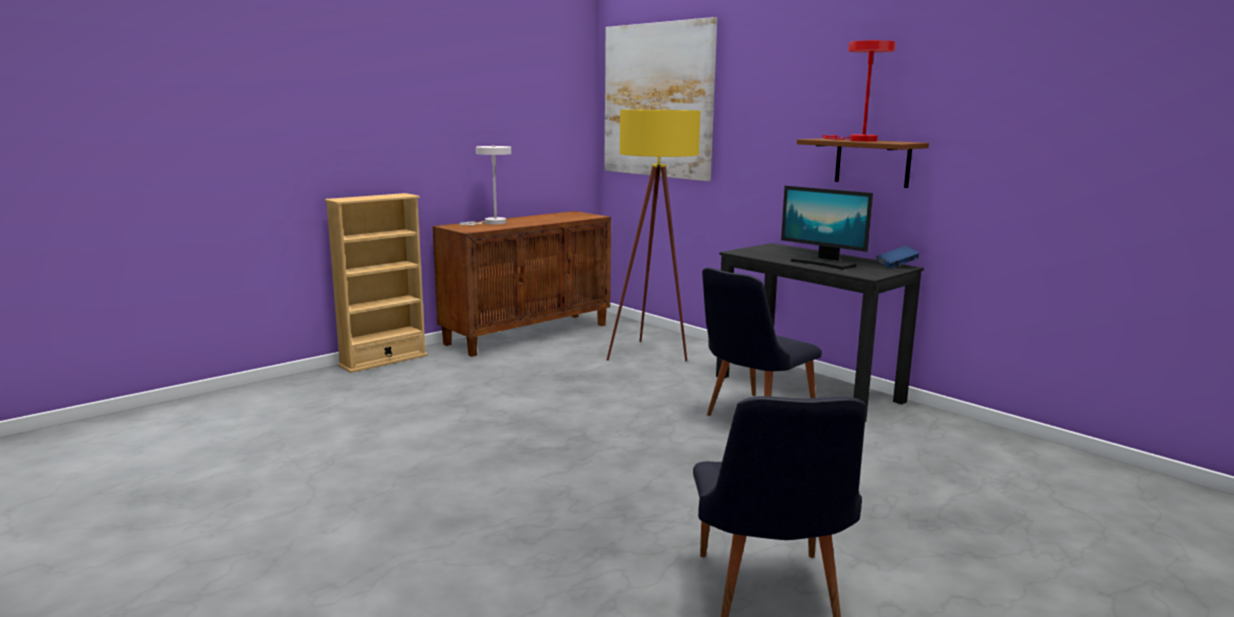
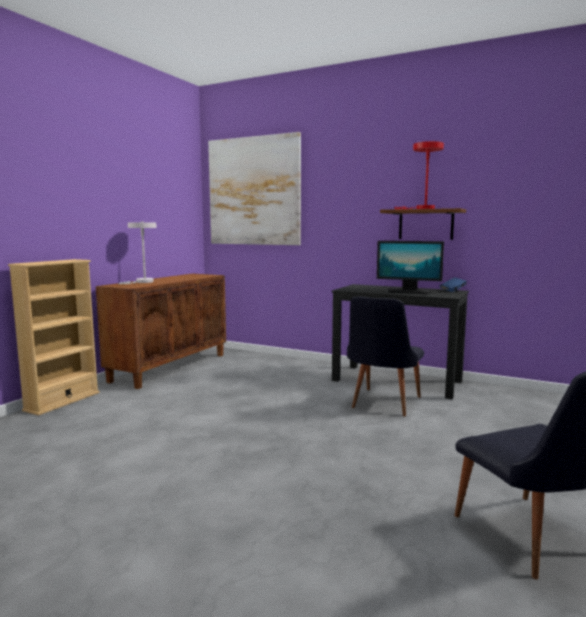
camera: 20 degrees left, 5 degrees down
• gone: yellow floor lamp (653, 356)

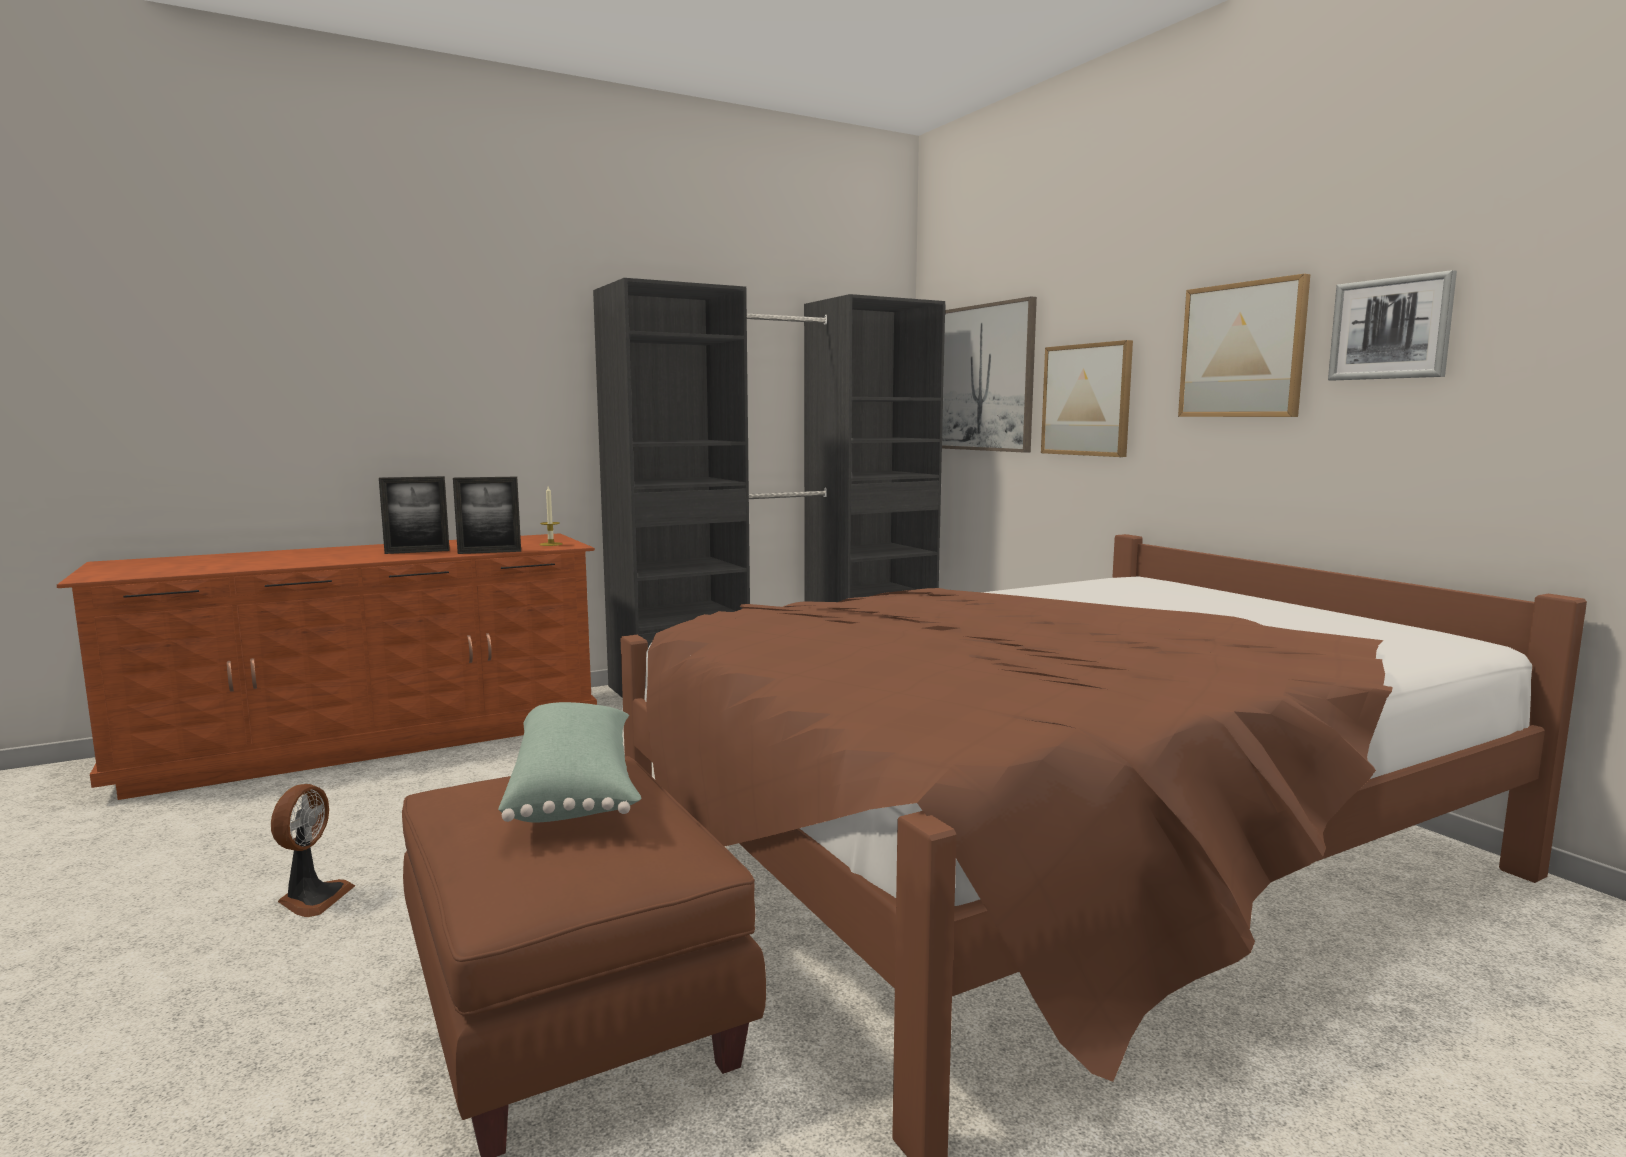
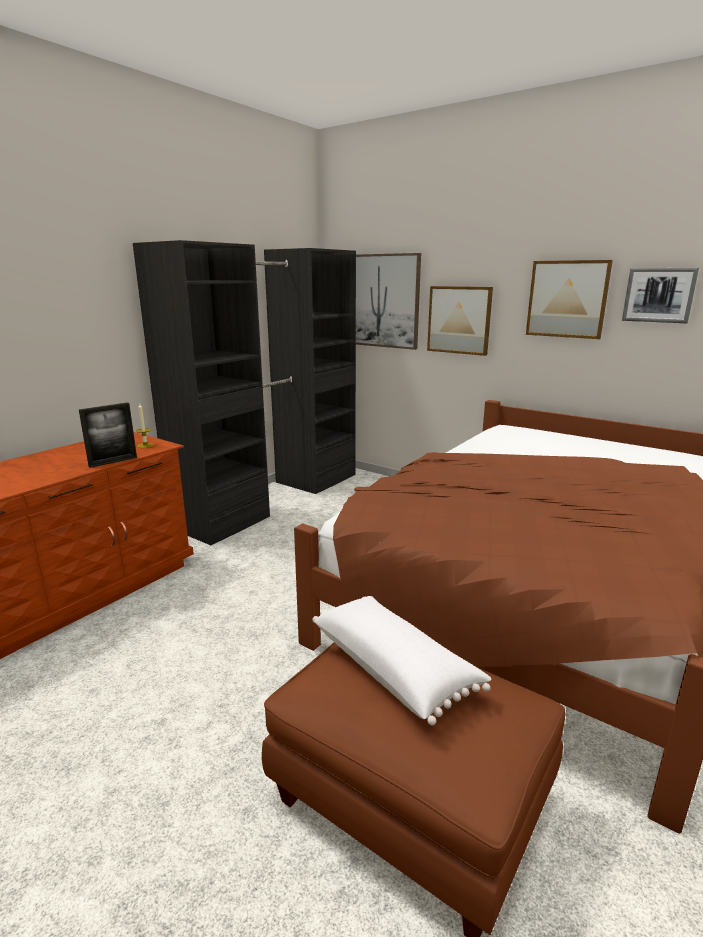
camera: 25 degrees left, 10 degrees up
• gone: fan (312, 898)
• gone: picture frame (417, 552)
• repainted: green pillow (576, 790) to white pillow (394, 668)

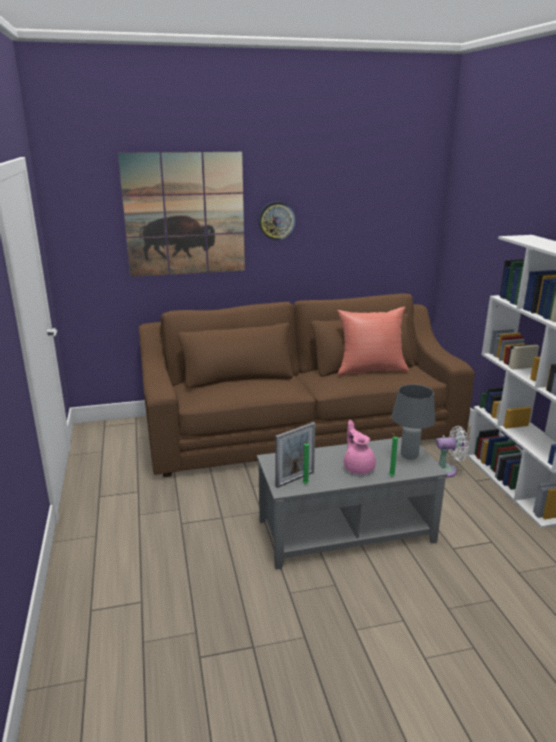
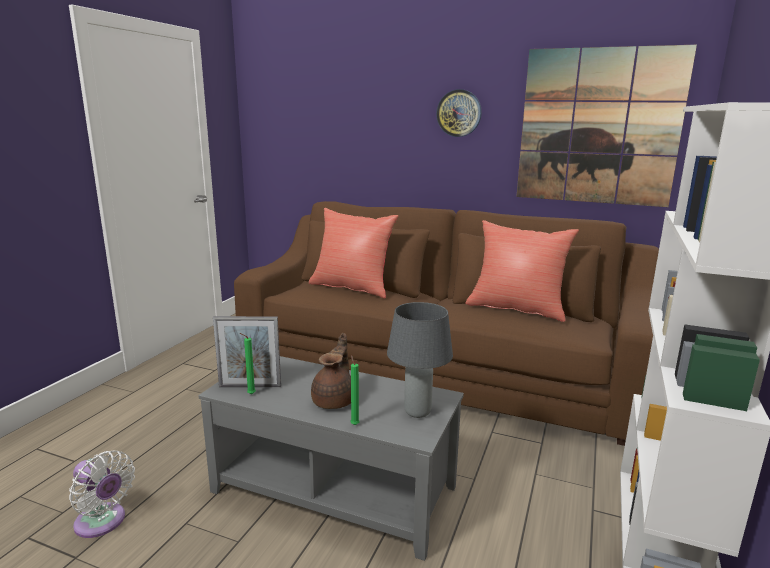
camera: 35 degrees right, 5 degrees down
• shifted: picture (185, 214) to (598, 127)
• repainted: pink teapot (358, 467) to brown teapot (335, 400)
• shifted: white fan (446, 470) to (103, 523)
• new: red pillow (352, 287)

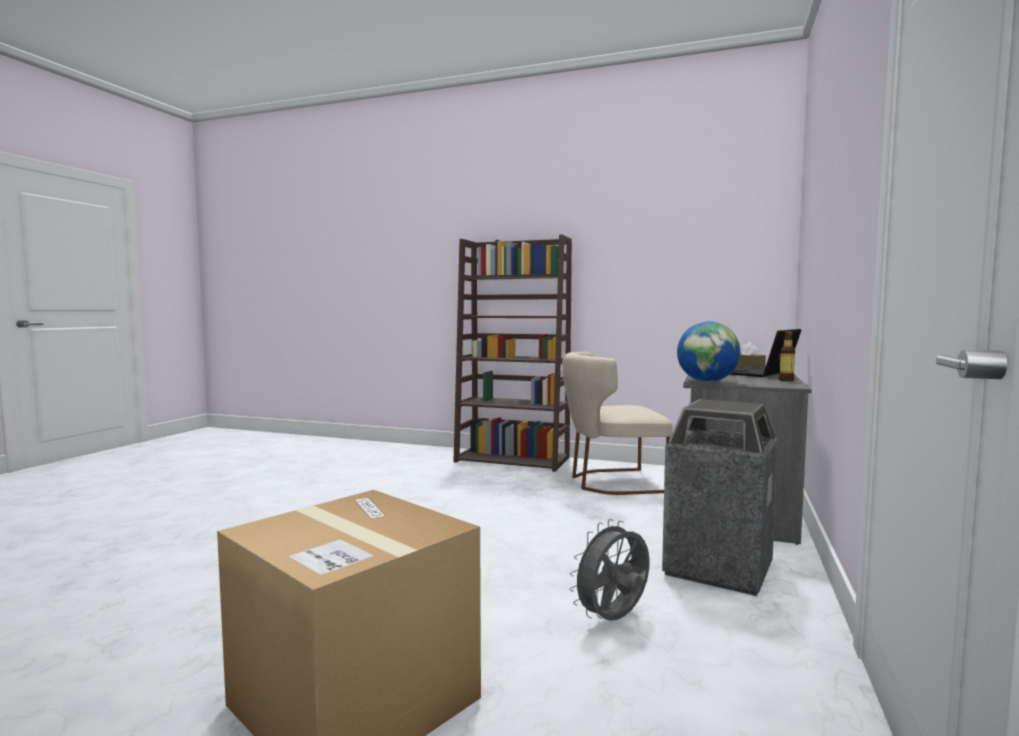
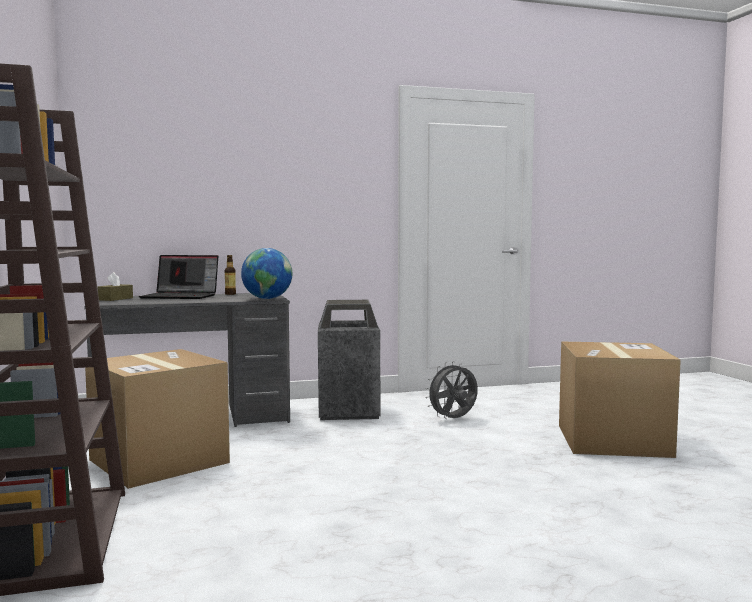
camera: 125 degrees left, 0 degrees up
• swapped: beige chair (610, 482) to cardboard box (159, 461)
• rotated: grey fan (613, 620) = (453, 420) 135 degrees clockwise

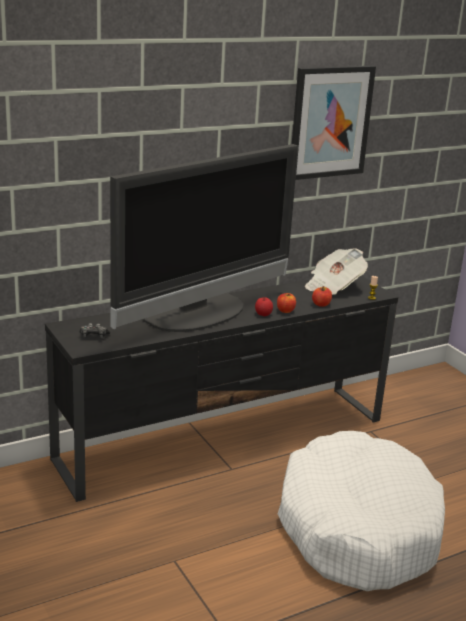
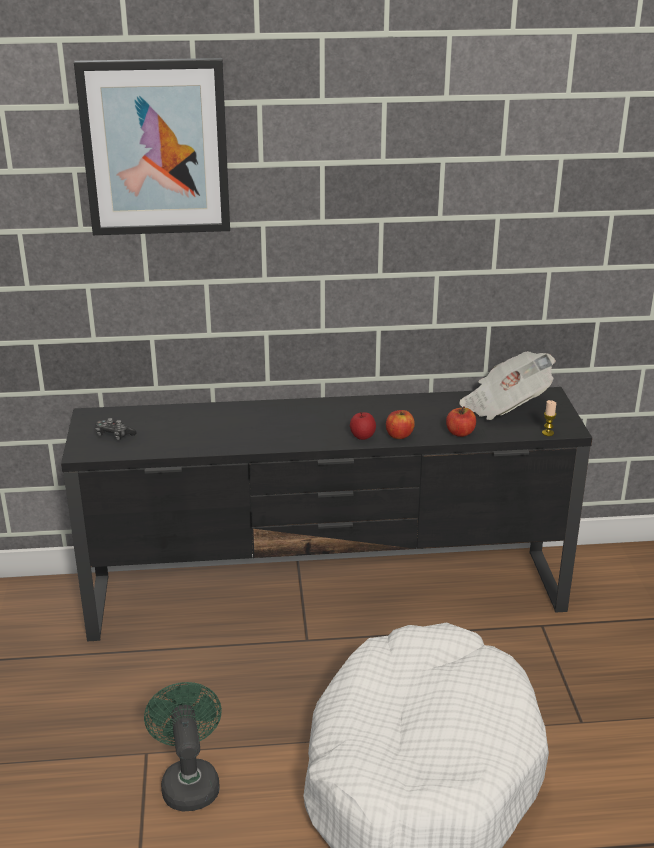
camera: 25 degrees right, 5 degrees up
• gone: television (200, 315)
• shifted: picture (330, 122) to (155, 148)
• new: green fan (189, 781)

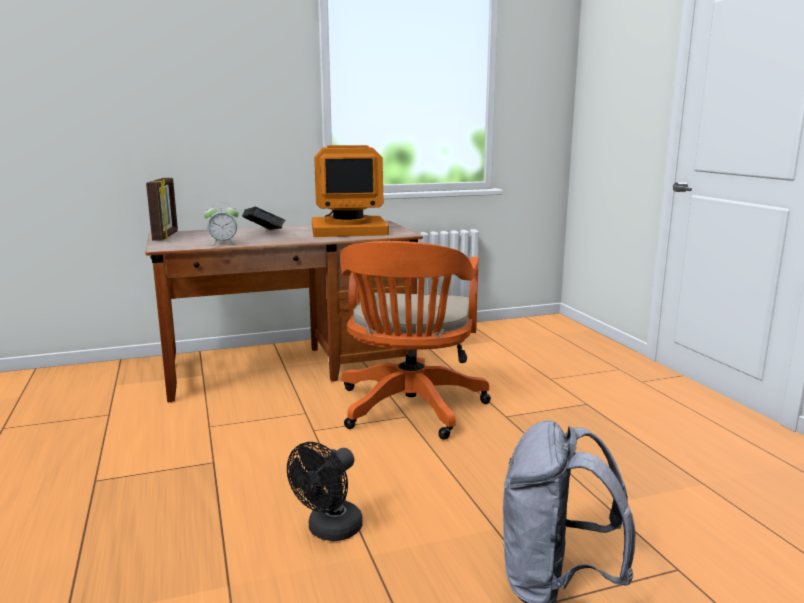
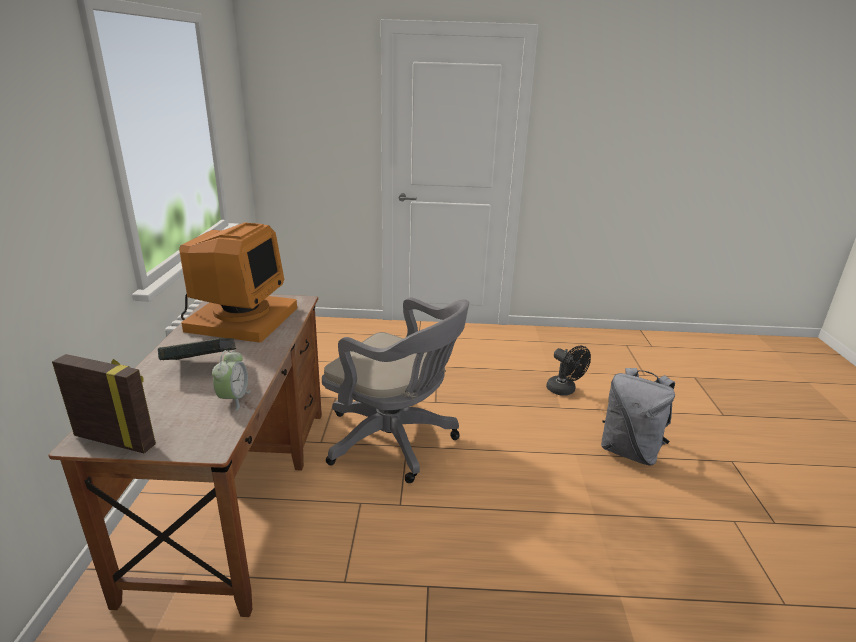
camera: 70 degrees left, 10 degrees up
• shifted: black fan (329, 531) to (564, 391)
• repainted: orange office chair (409, 410) to grey office chair (396, 441)

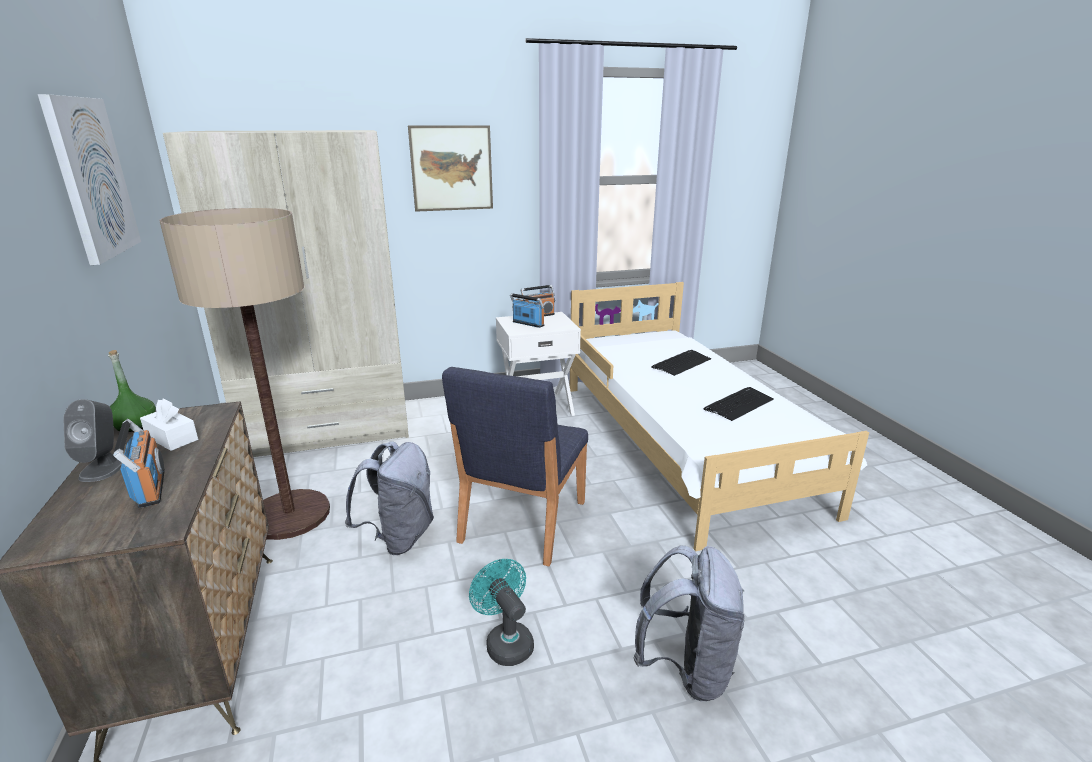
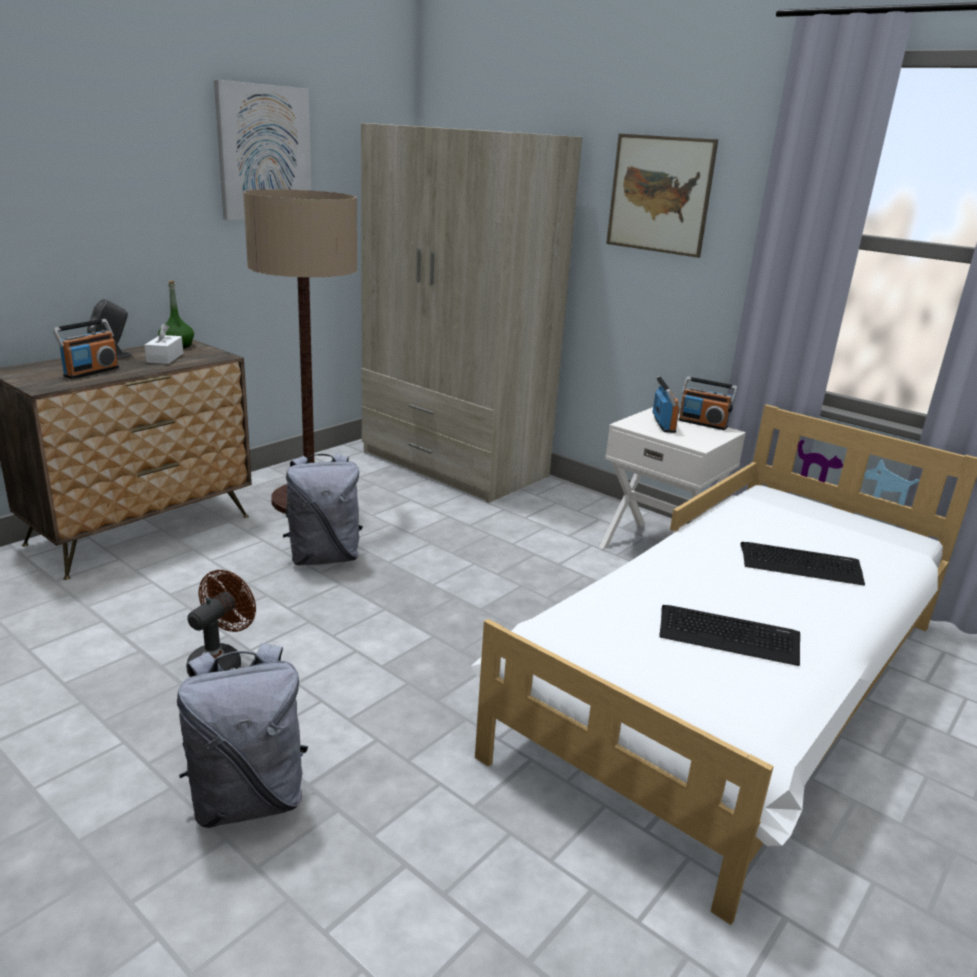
camera: 55 degrees right, 0 degrees up
• gone: blue chair (522, 522)
• repainted: turquoise fan (505, 641) to brown fan (220, 663)

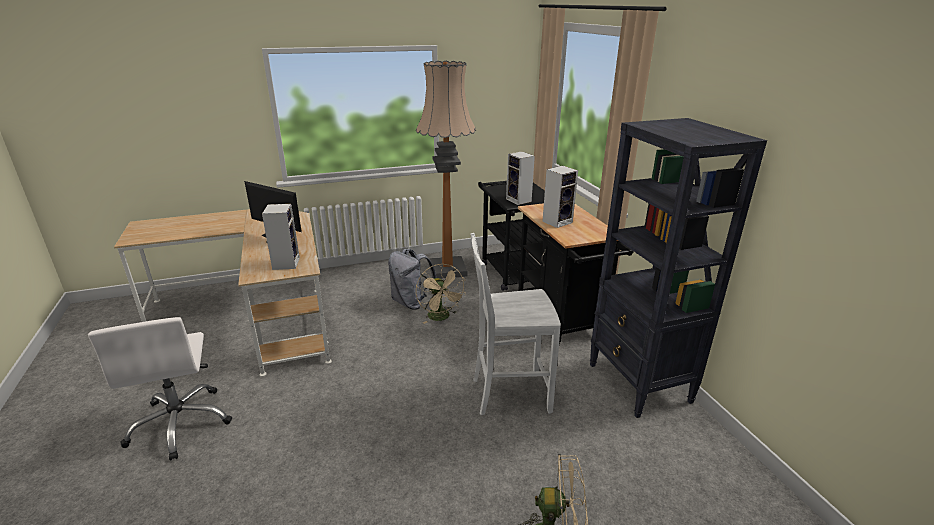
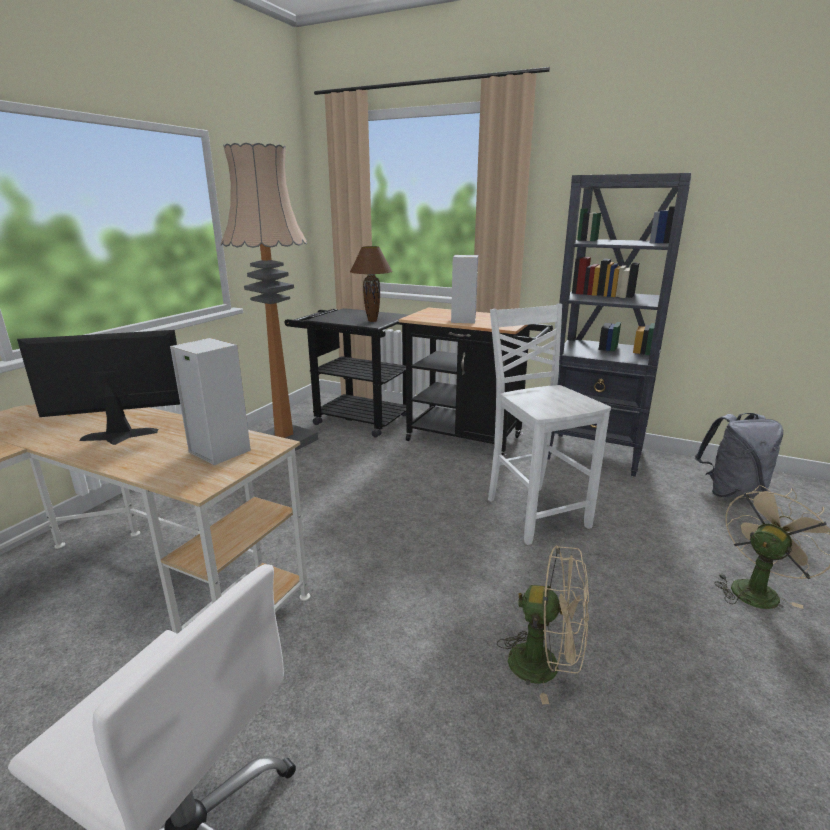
camera: 45 degrees left, 5 degrees down
• shifted: grey backpack (411, 302) to (731, 492)
• shifted: beige fan (441, 317) to (545, 665)
• rotated: white chair (508, 394) = (535, 512) 120 degrees clockwise
• swapped: speaker (519, 200) to brown table lamp (373, 321)

